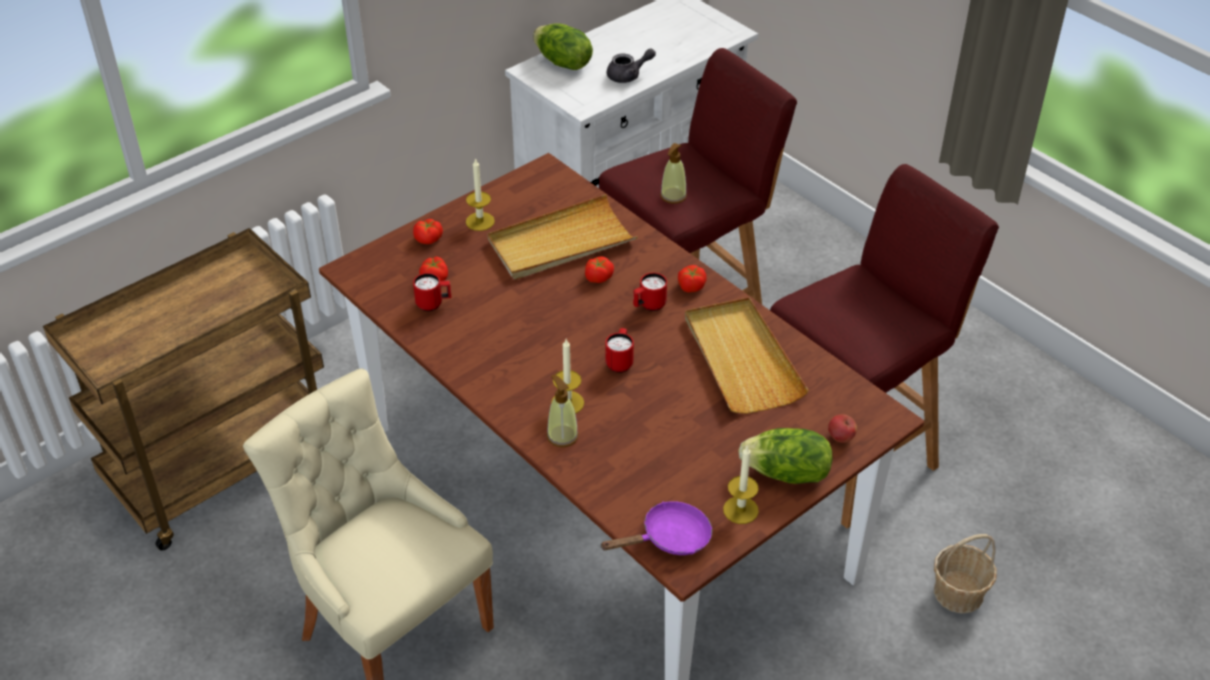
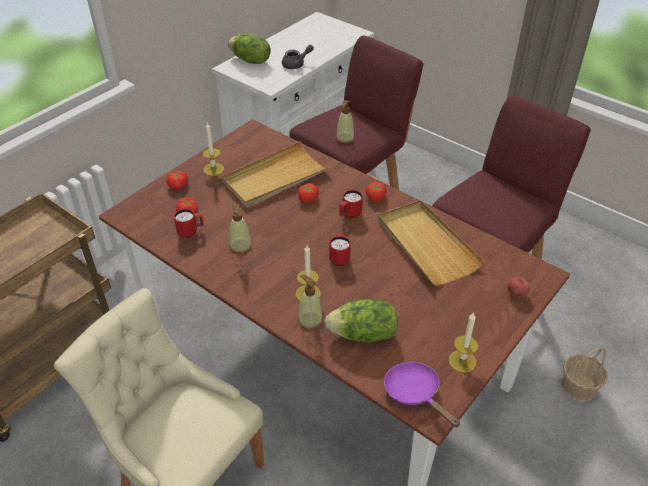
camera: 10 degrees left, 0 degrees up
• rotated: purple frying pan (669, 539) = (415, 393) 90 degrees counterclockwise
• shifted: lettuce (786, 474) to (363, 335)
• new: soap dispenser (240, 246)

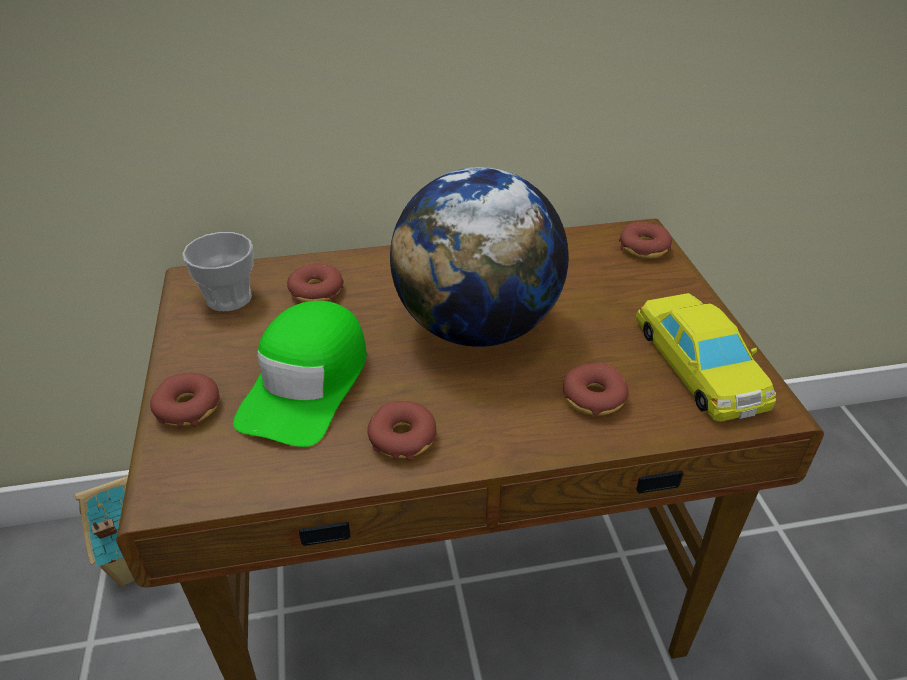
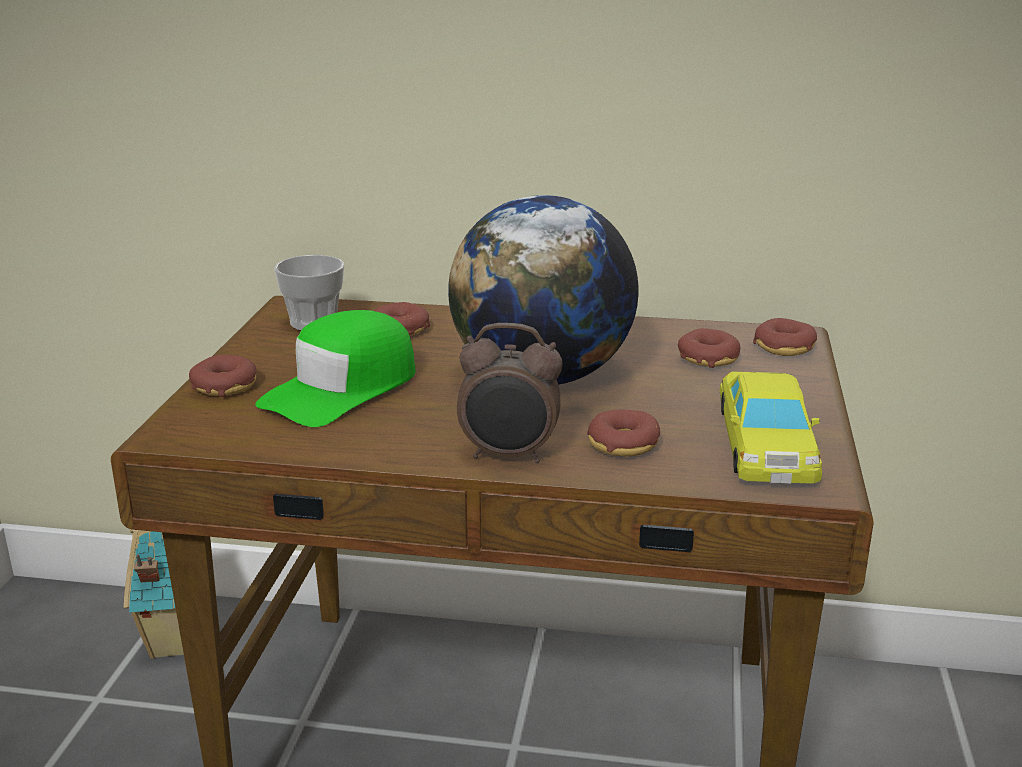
camera: 20 degrees right, 15 degrees down
• shifted: donut (402, 438) to (708, 358)
• new: alarm clock (509, 456)

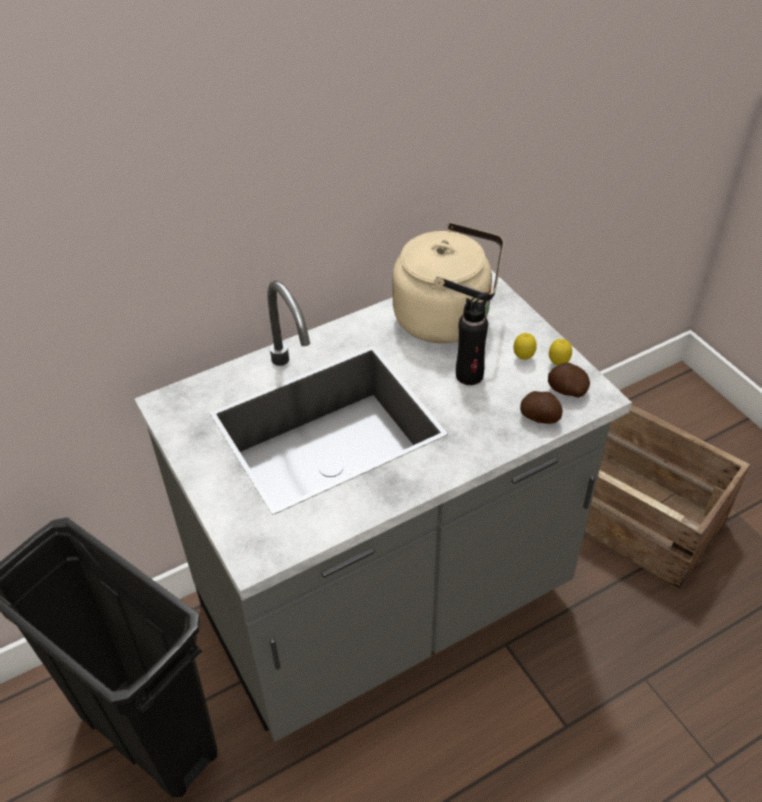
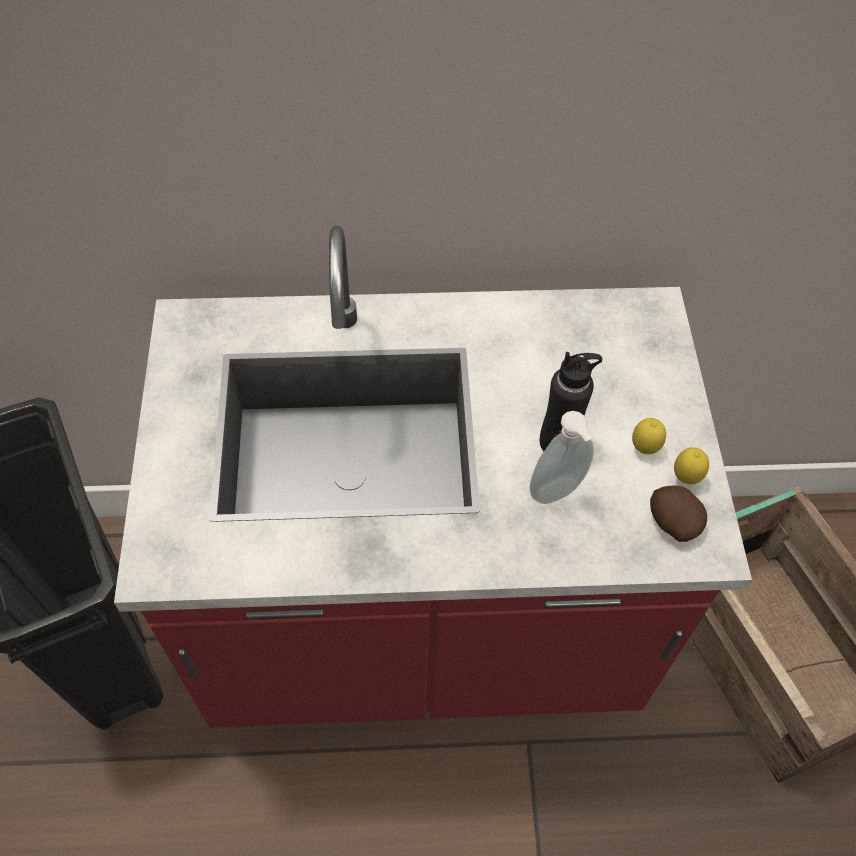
camera: 25 degrees right, 10 degrees up
• repainted: grey counter (386, 604) to red counter (422, 626)
• gone: beige kettle (448, 319)
• gone: potato (540, 417)
• new: soap dispenser (558, 493)

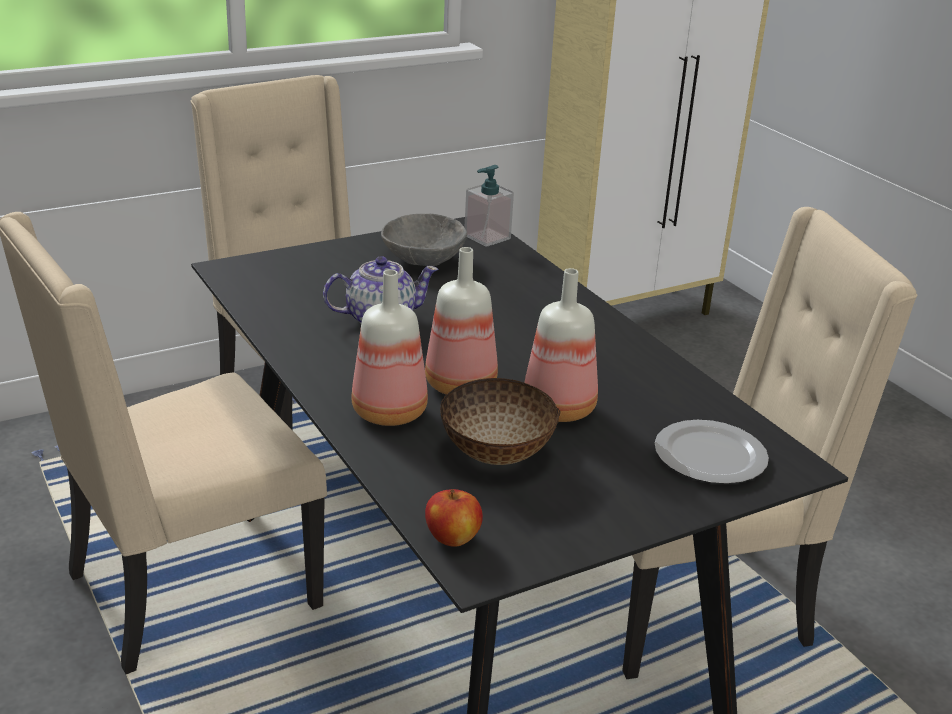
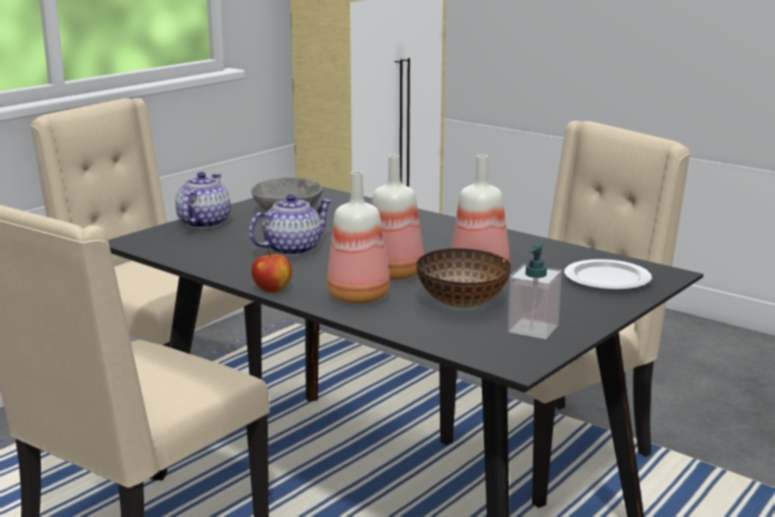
camera: 20 degrees left, 10 degrees down
• shifted: apple (453, 538) to (272, 290)
• shifted: soap dispenser (487, 237) to (533, 329)
• new: teapot (203, 223)

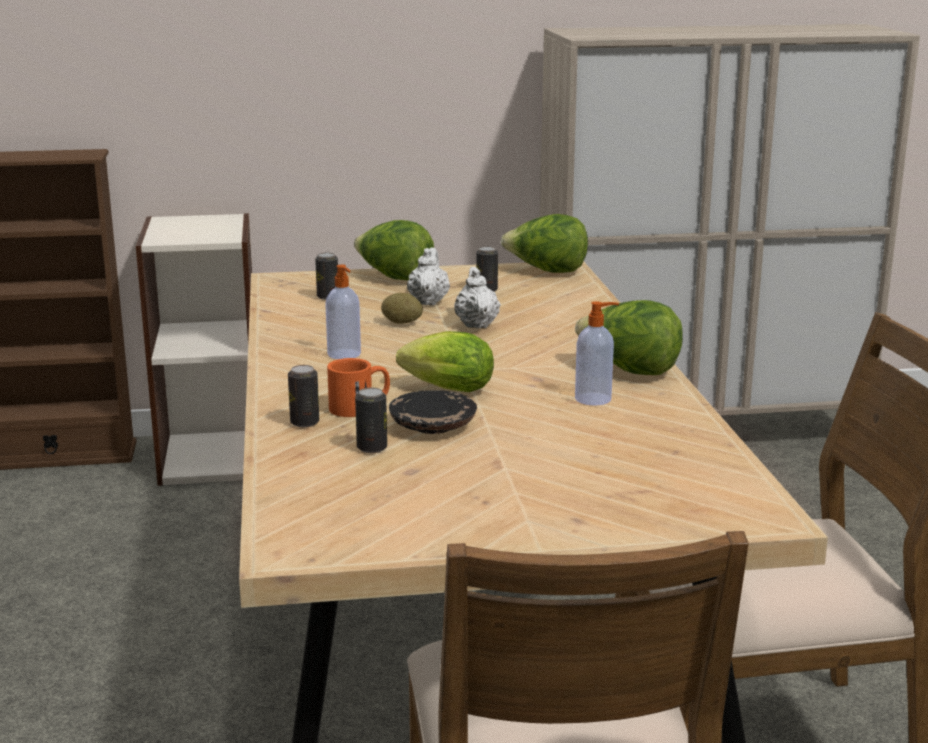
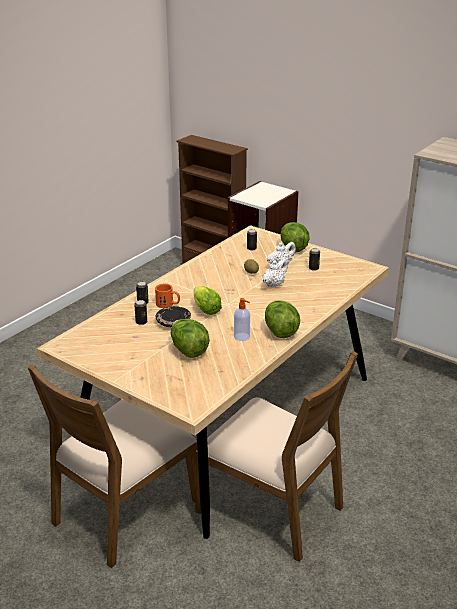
camera: 45 degrees right, 10 degrees up
• gone: soap dispenser (344, 355)
• shifted: lettuce (546, 271) to (188, 350)

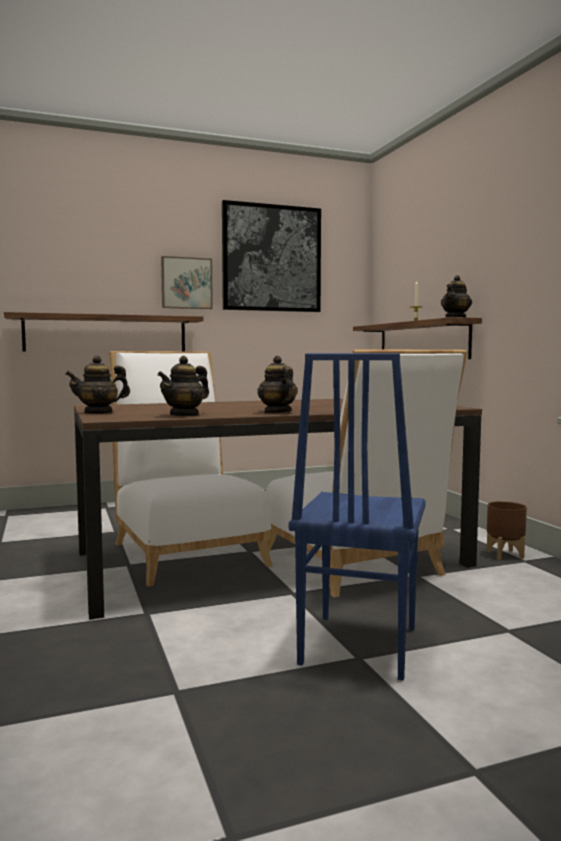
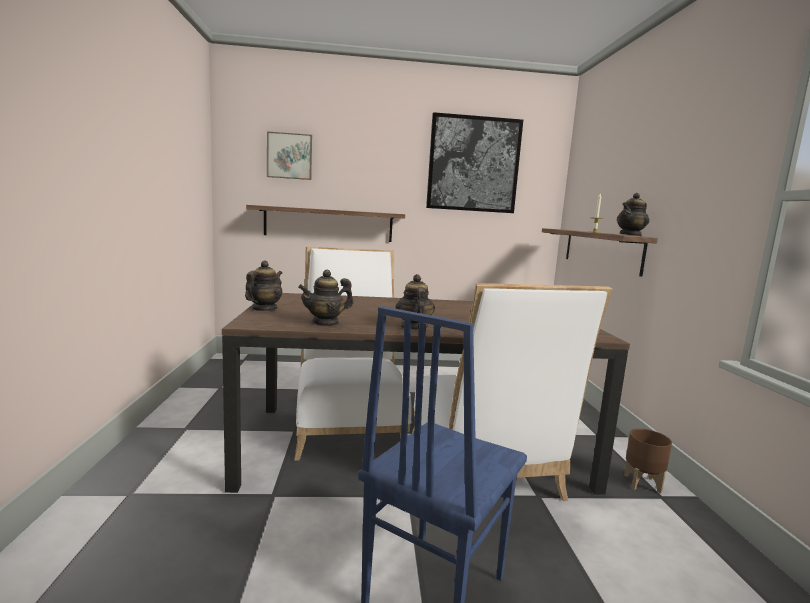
camera: 15 degrees right, 5 degrees up
• rotated: teapot (98, 412) = (264, 309) 120 degrees clockwise
• shifted: picture (186, 283) to (290, 156)

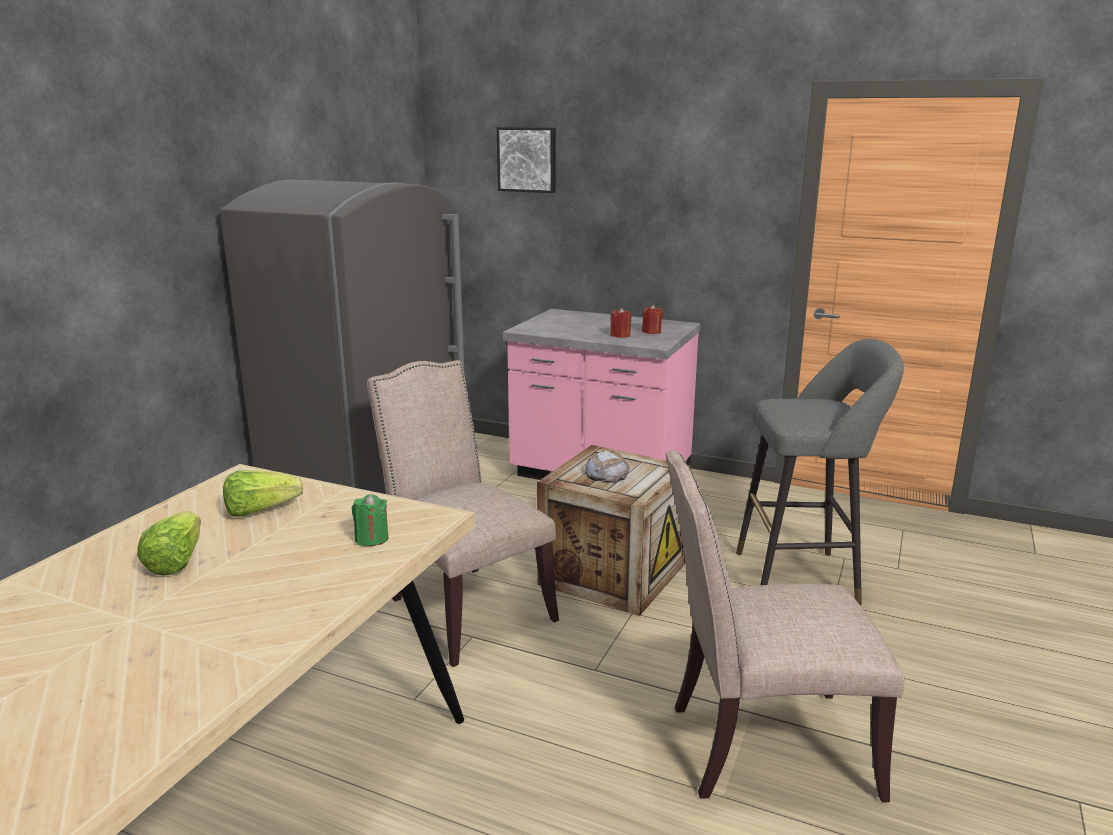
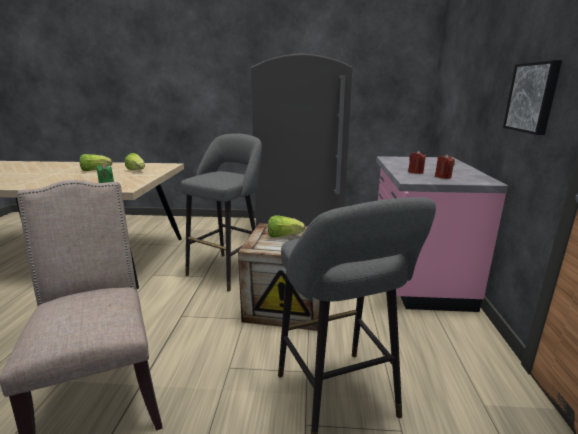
camera: 70 degrees right, 0 degrees up
• swapped: beige chair (464, 608) to grey stool (228, 269)
• shifted: picture (527, 159) to (533, 97)
• swapped: bread (606, 473) to lettuce (283, 236)

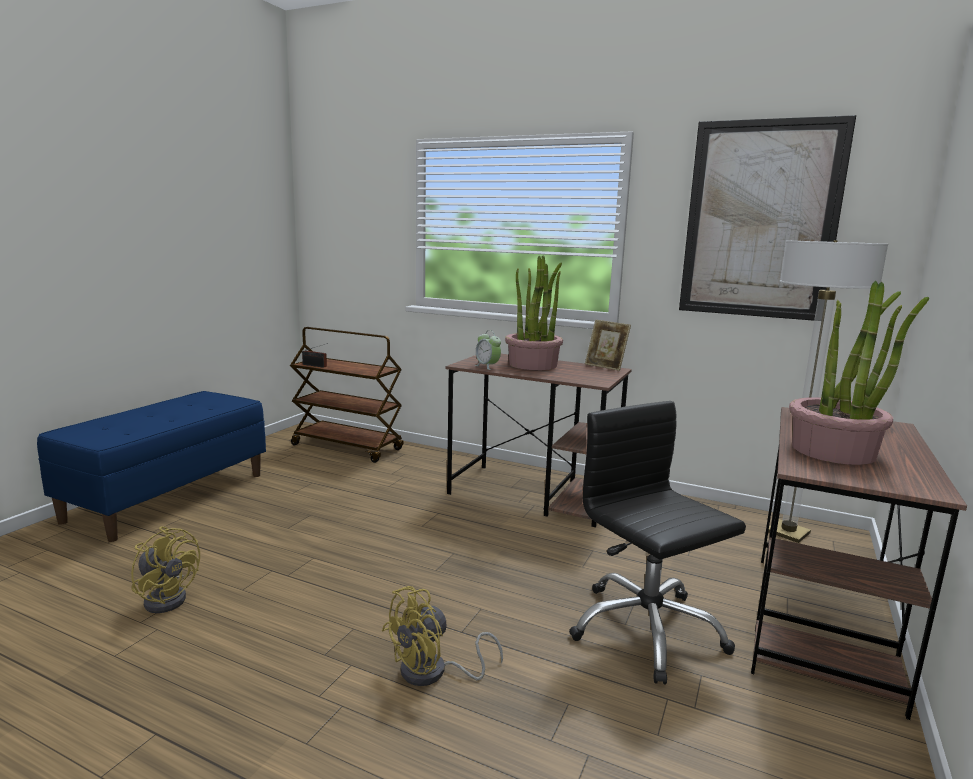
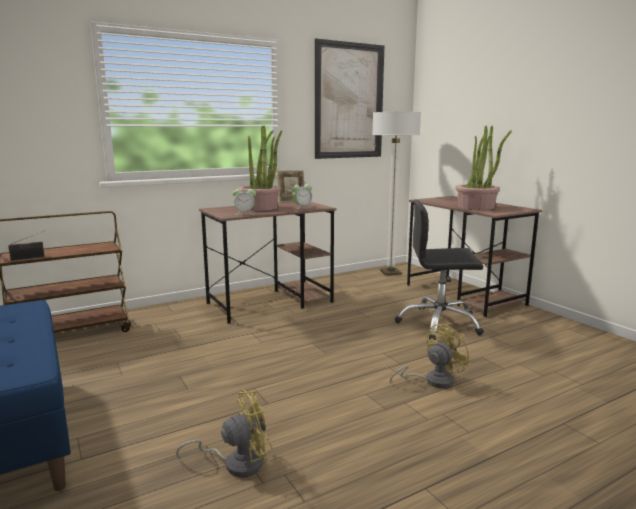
camera: 55 degrees left, 0 degrees up
• rotated: yellow fan (433, 673) = (433, 381) 120 degrees counterclockwise
• new: alarm clock (302, 207)

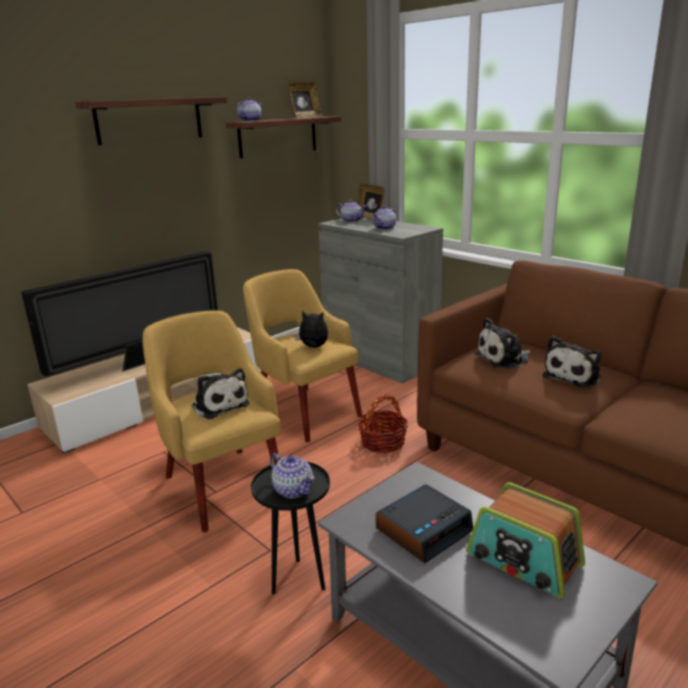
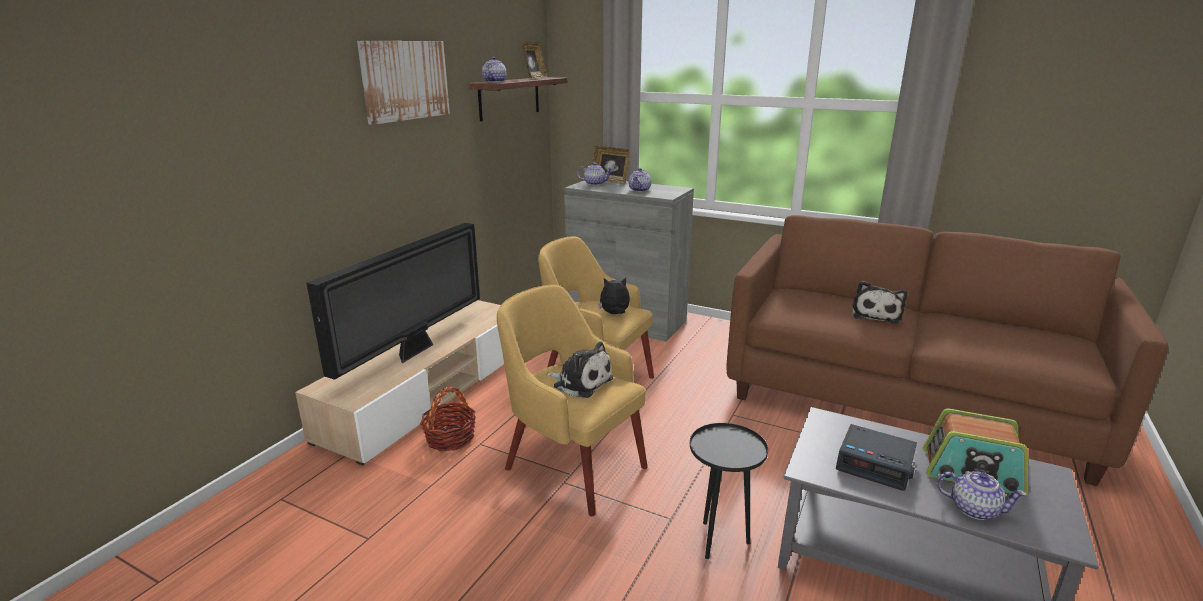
camera: 20 degrees left, 0 degrees up
• swapped: shelf (149, 120) to picture (405, 80)
• shifted: teapot (293, 489) to (973, 509)
• shifted: basket (383, 442) to (450, 438)
• rotated: alarm clock (424, 529) = (876, 464) 90 degrees clockwise
• gone: plush toy (504, 358)

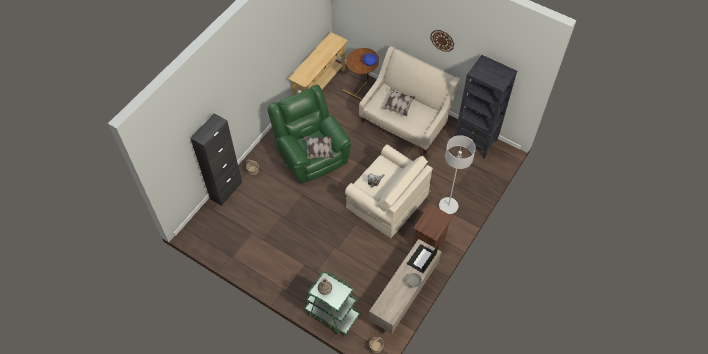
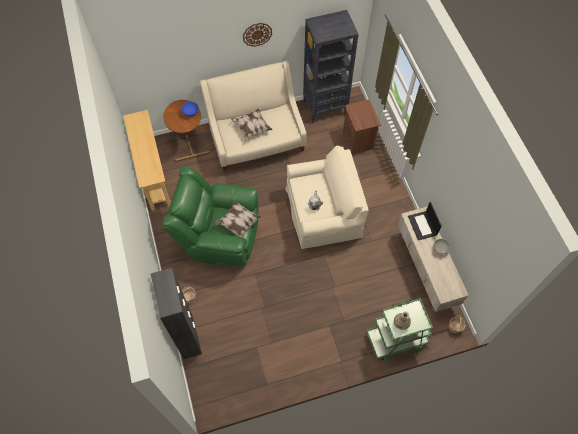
camera: 50 degrees left, 5 degrees up
• shifted: brown nightstand (429, 243) to (358, 140)
• gone: grey floor lamp (448, 206)

